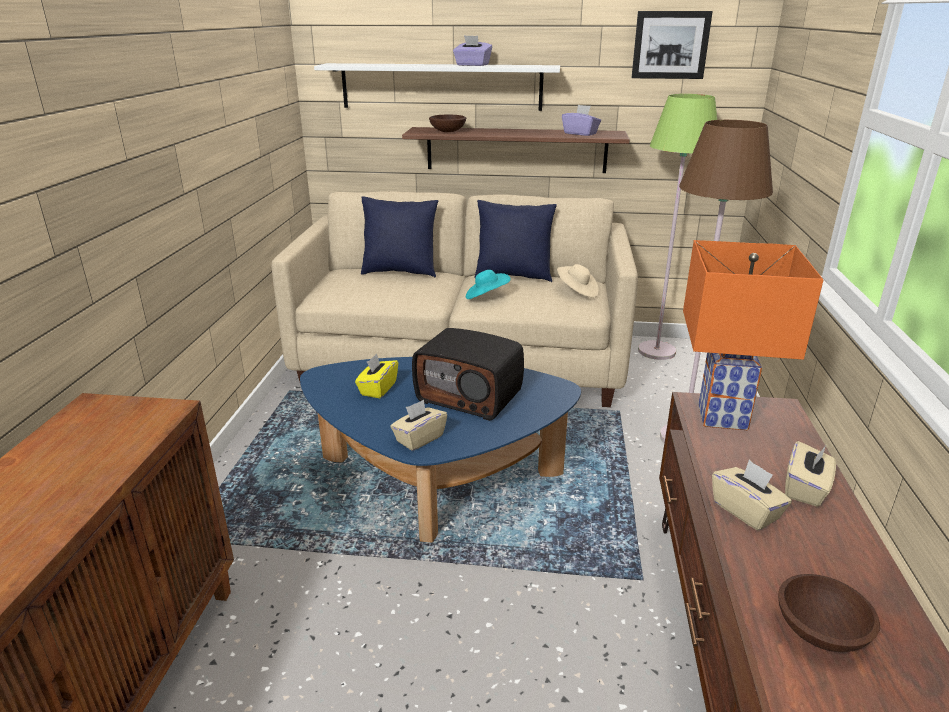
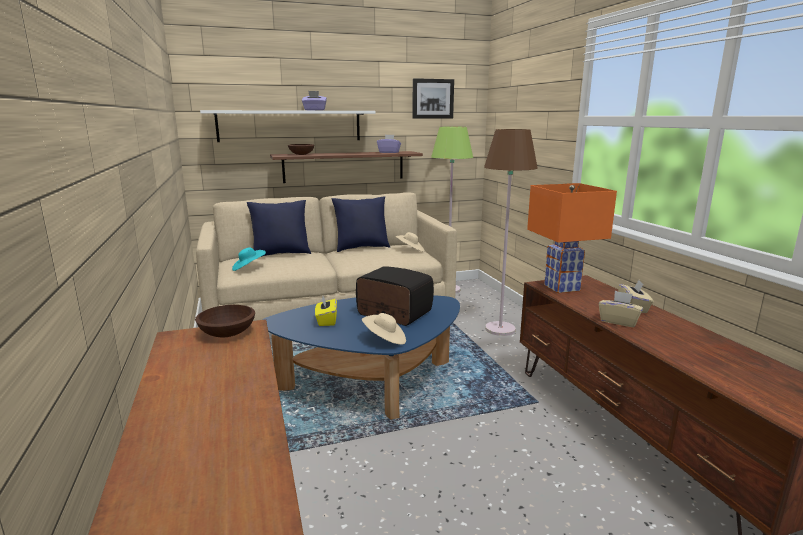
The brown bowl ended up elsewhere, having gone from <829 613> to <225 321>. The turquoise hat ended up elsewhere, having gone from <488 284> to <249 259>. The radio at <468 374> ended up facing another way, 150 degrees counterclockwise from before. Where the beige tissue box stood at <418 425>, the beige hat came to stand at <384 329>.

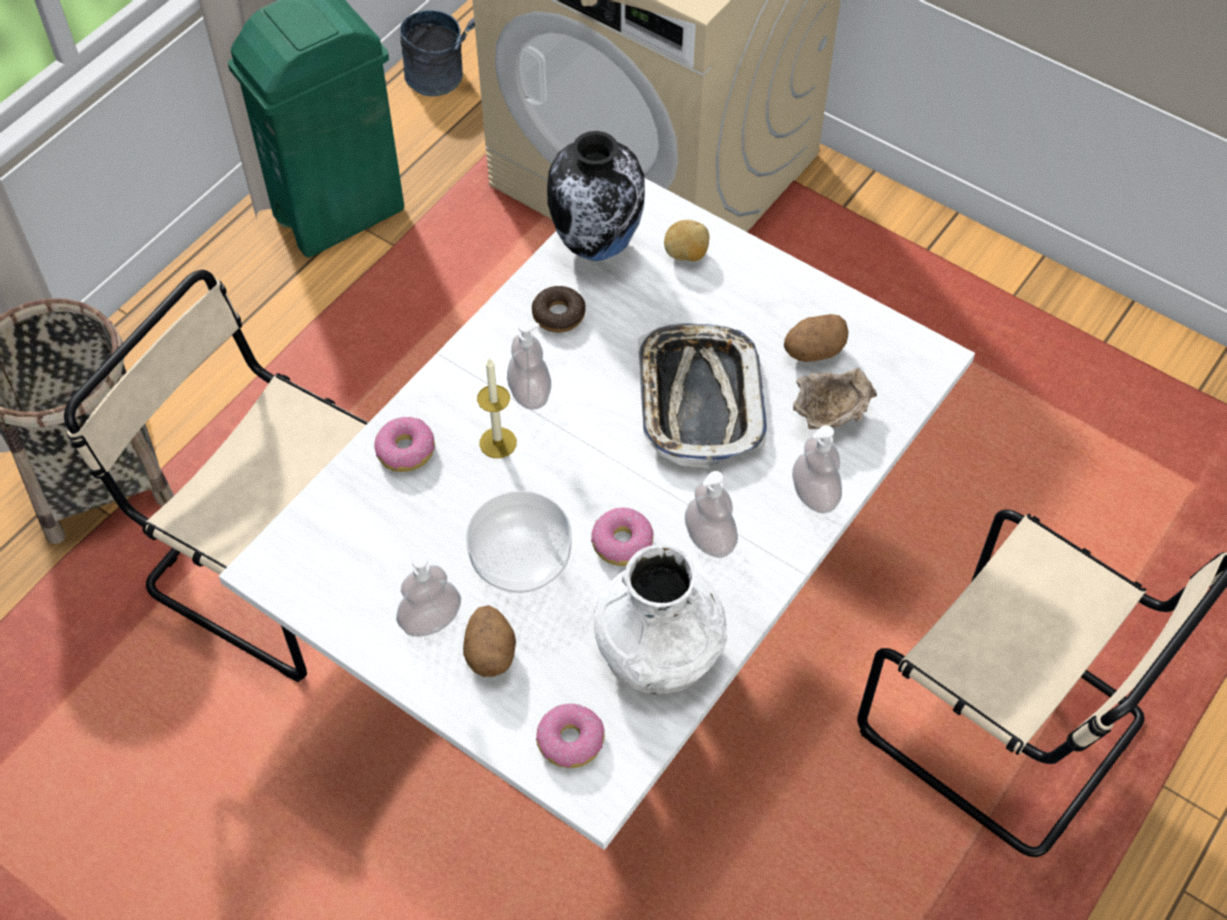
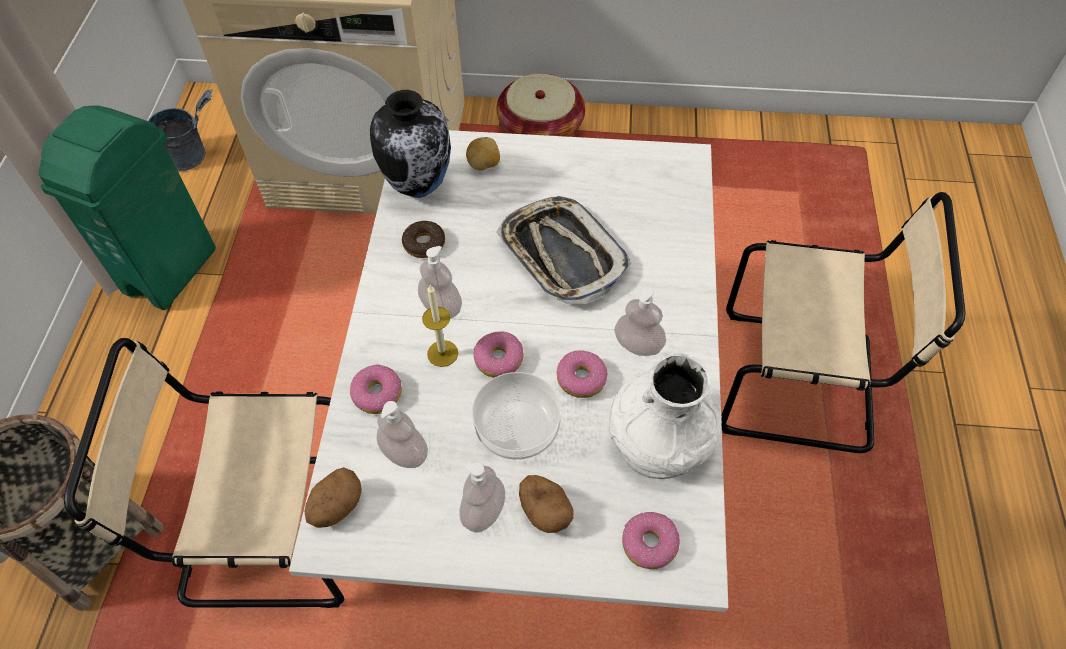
The potato ended up elsewhere, having gone from <816 338> to <333 497>. The soap dispenser ended up elsewhere, having gone from <817 469> to <402 434>. The second view gained the donut at <499 354>. The second view gained the basket at <541 105>. The second view lost the beige bowl at <835 398>.

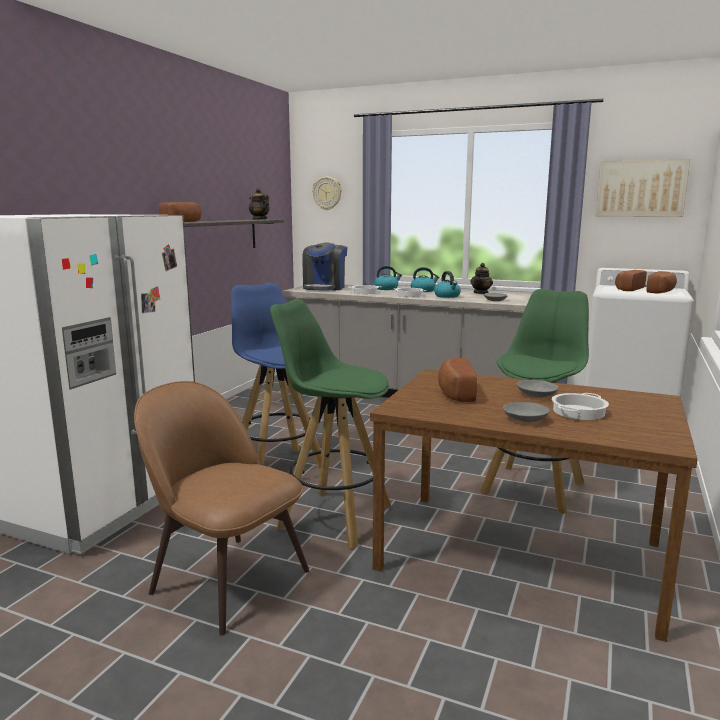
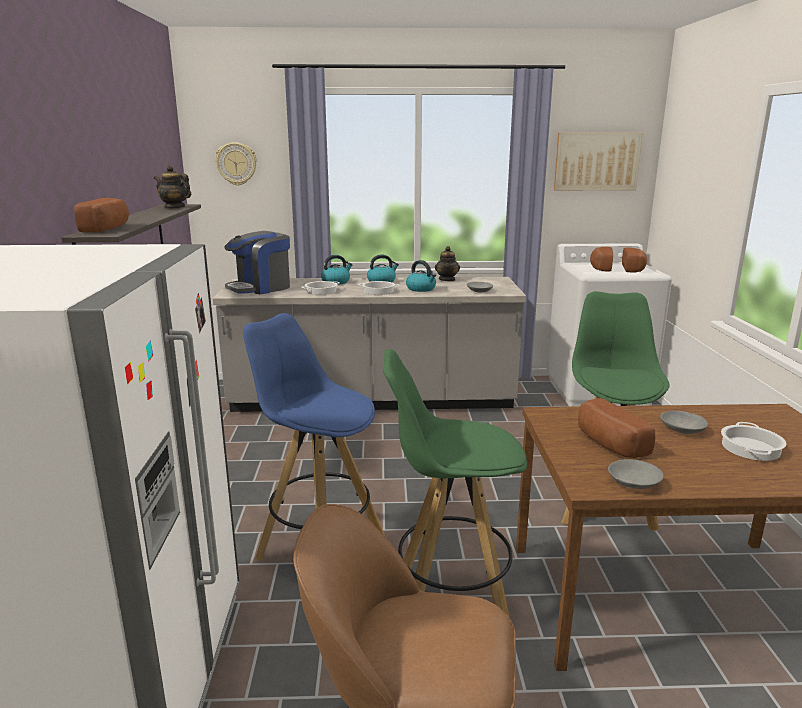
The coffee machine at <324 267> ended up facing another way, 60 degrees clockwise from before. The grey bowl ended up elsewhere, having gone from <526 412> to <636 474>.

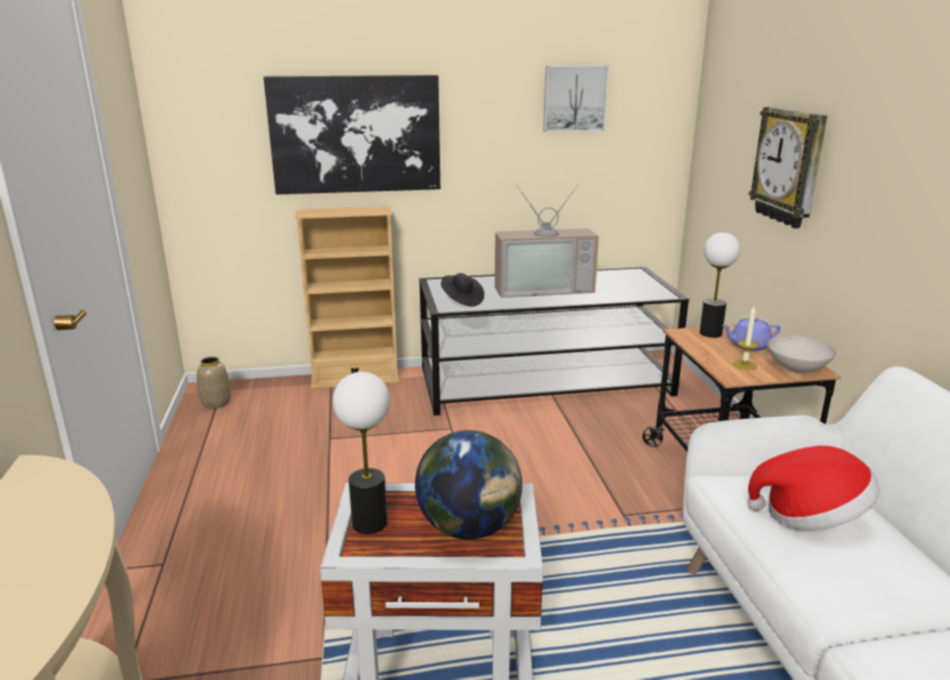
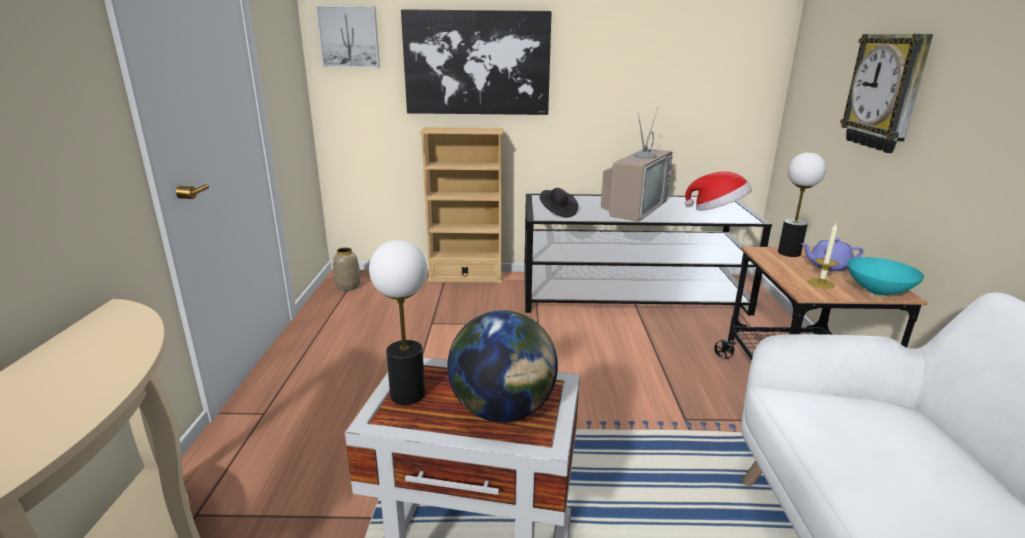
The picture ended up elsewhere, having gone from <576 99> to <348 37>. The television at <547 240> ended up facing another way, 60 degrees counterclockwise from before. The hat ended up elsewhere, having gone from <813 488> to <718 191>. What was the white bowl at <801 354> turned into the turquoise bowl at <885 276>.

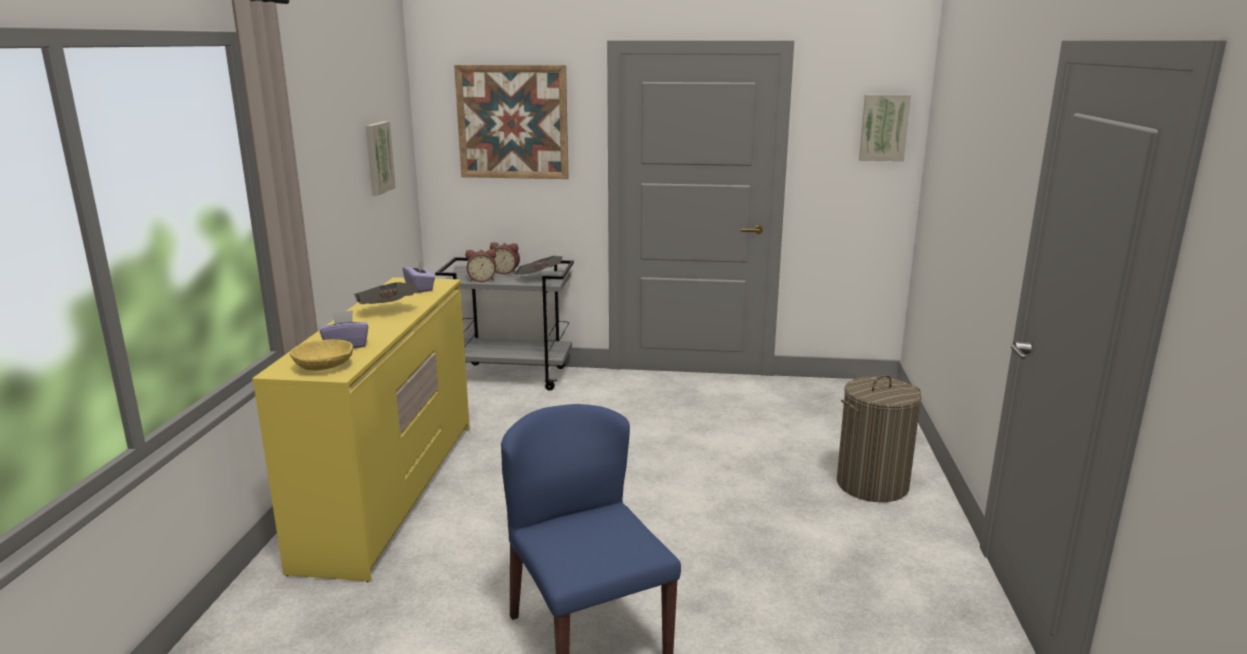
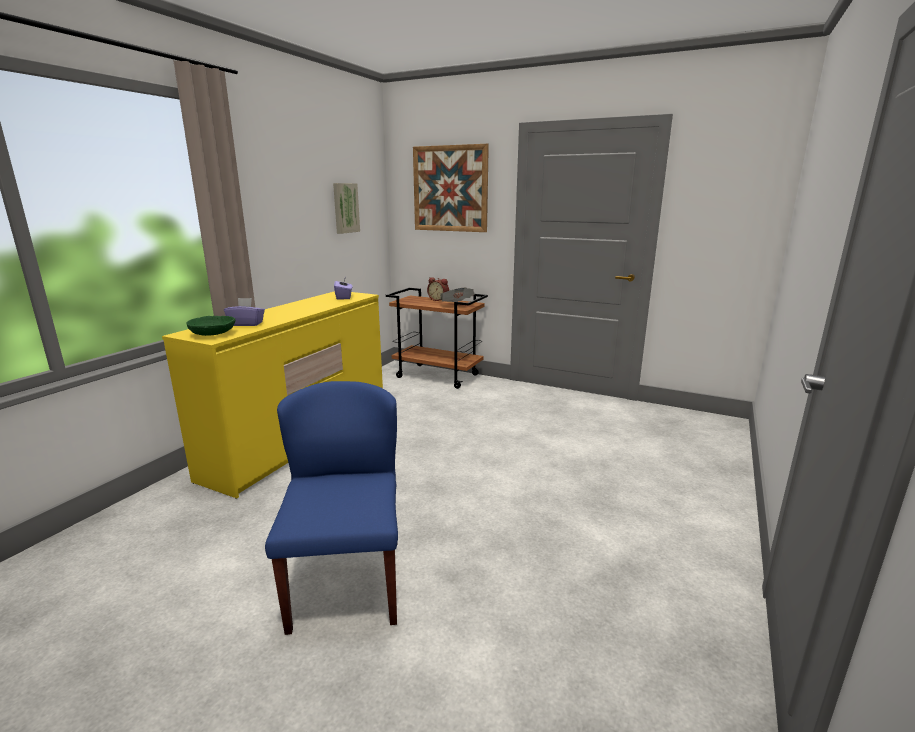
What was the yellow bowl at <321 355> turned into the green bowl at <211 326>. What was the grey cart at <504 324> turned into the brown cart at <437 338>. The second view lost the newspaper at <387 293>. The second view lost the alarm clock at <480 265>. The second view lost the laundry basket at <879 438>. The second view lost the picture at <885 128>.

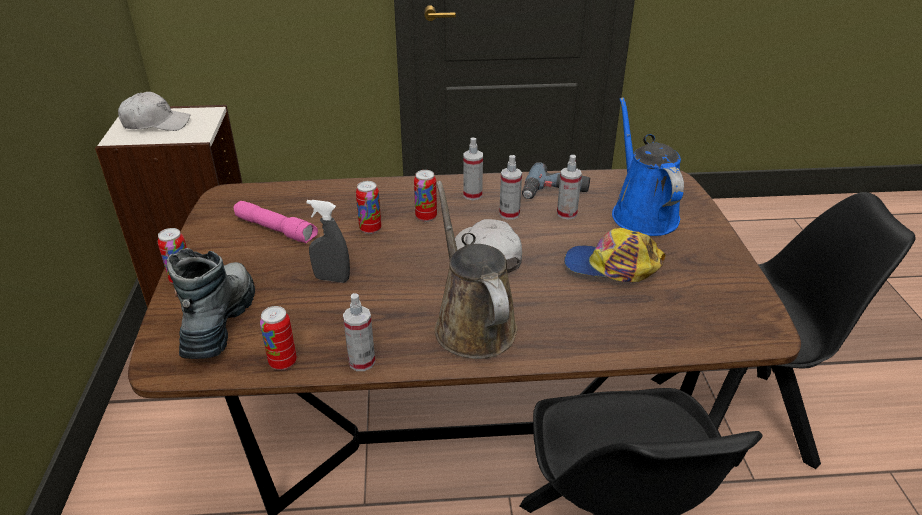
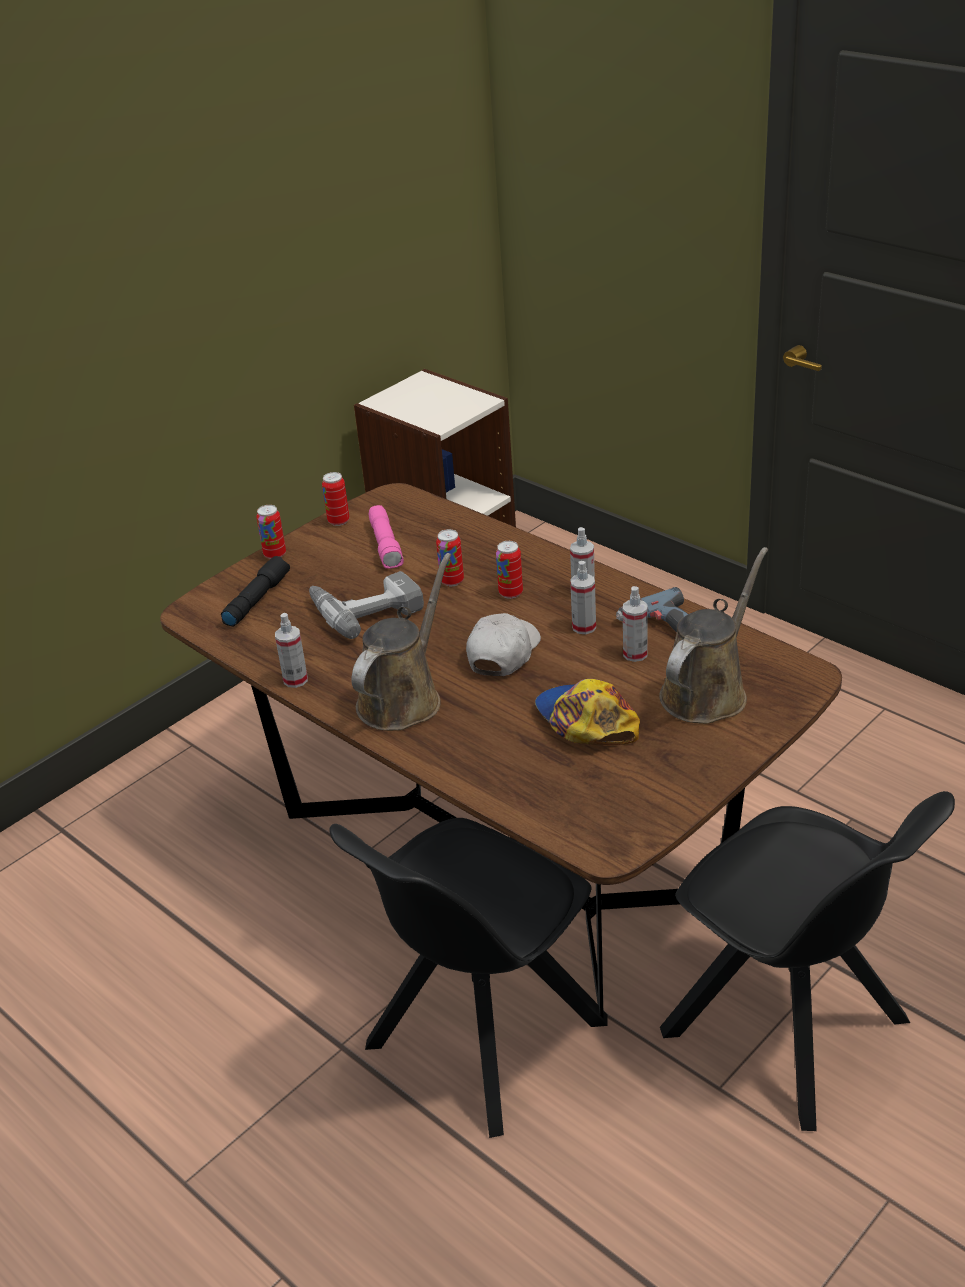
Where the boot stood at <211 303>, the black flashlight came to stand at <255 591>. Where the grey spray bottle stood at <328 241>, the power drill came to stand at <366 605>. The can ended up elsewhere, having gone from <278 338> to <336 499>. What was the blue watering can at <648 166> turned into the brown watering can at <713 635>. The second view lost the white cap at <154 111>.

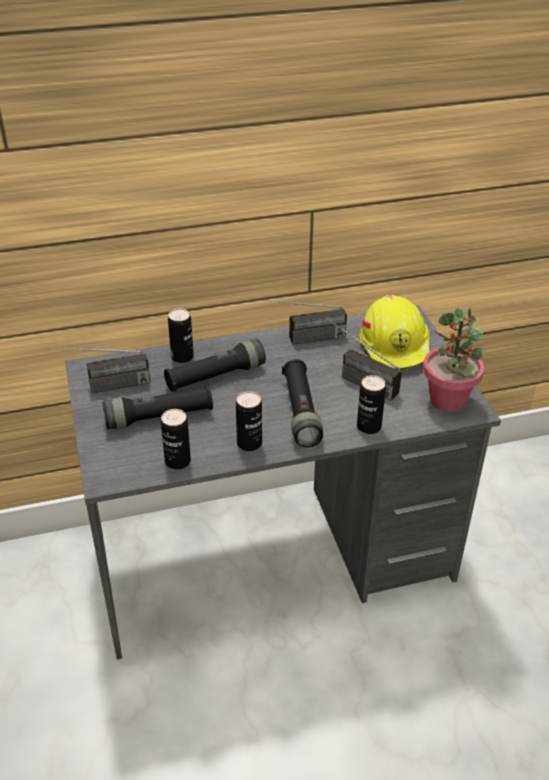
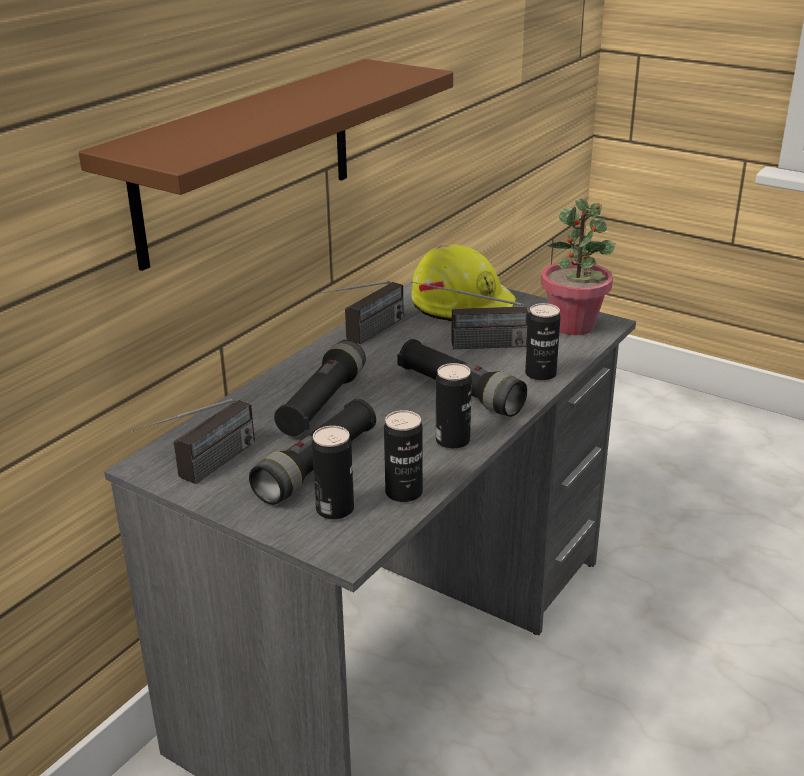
The second view gained the brown shelf at <266 165>. The can ended up elsewhere, having gone from <181 336> to <333 473>.

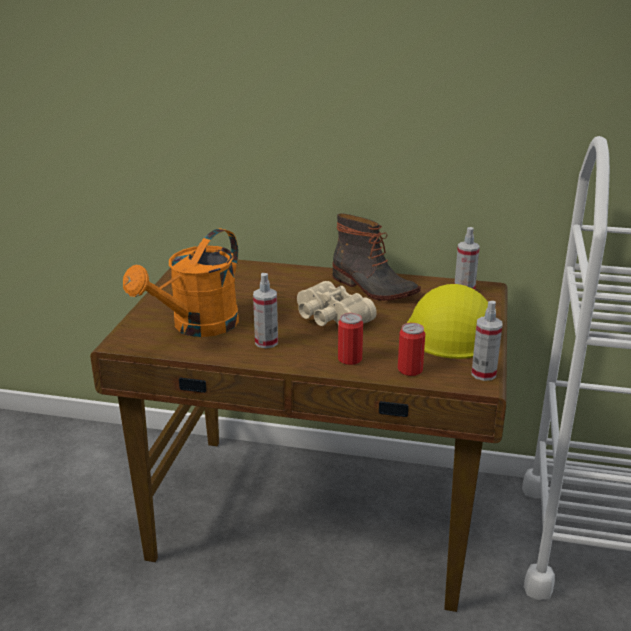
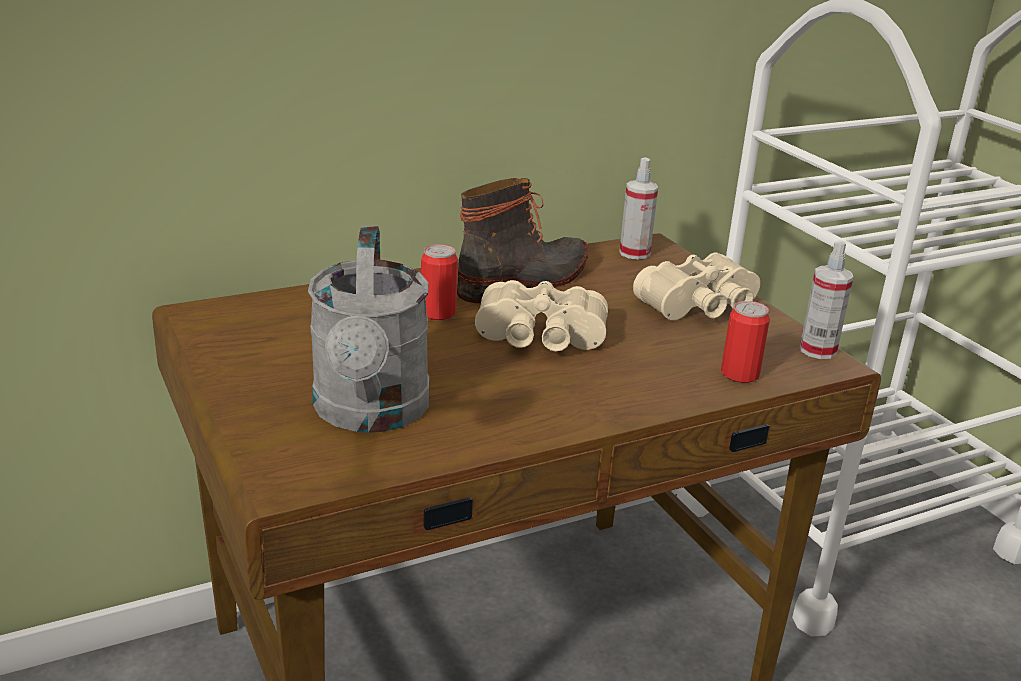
What was the orange watering can at <181 282> turned into the grey watering can at <368 329>. The can ended up elsewhere, having gone from <350 339> to <439 282>. The boot at <377 257> ended up facing another way, 45 degrees counterclockwise from before. Where the yellow hard hat stood at <447 321>, the beige binoculars came to stand at <696 286>. The second view lost the spray bottle at <265 310>.

